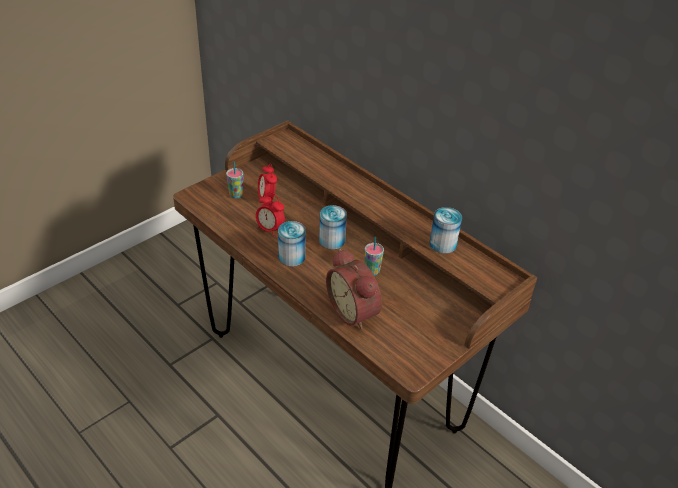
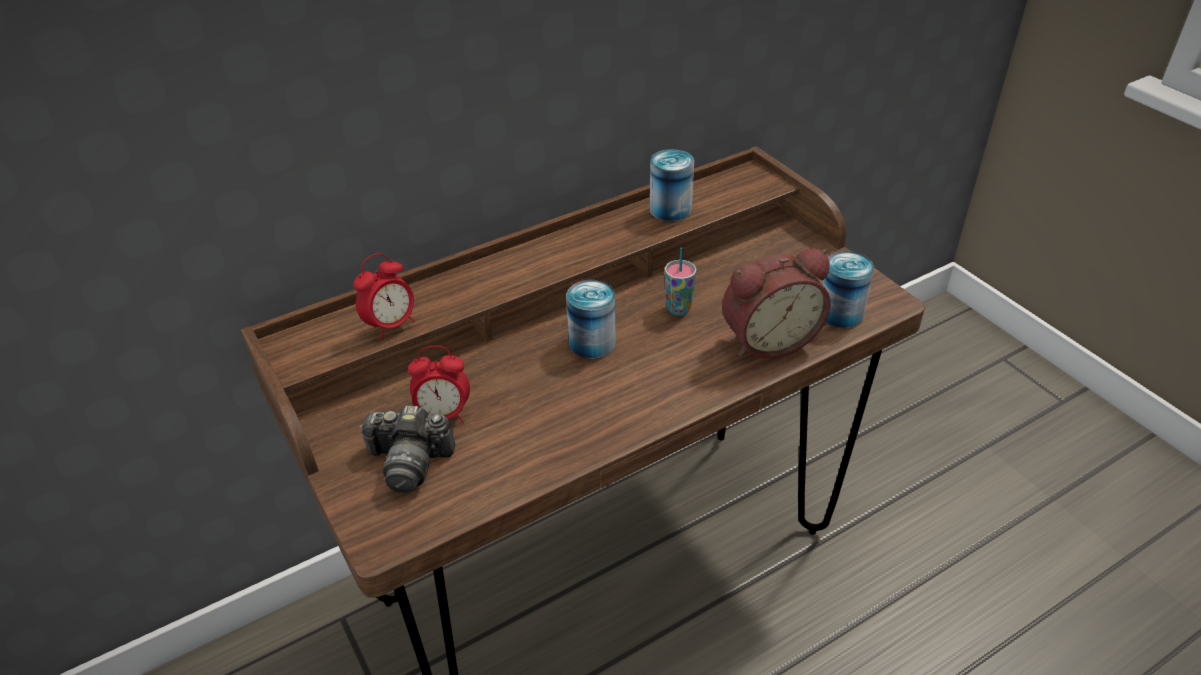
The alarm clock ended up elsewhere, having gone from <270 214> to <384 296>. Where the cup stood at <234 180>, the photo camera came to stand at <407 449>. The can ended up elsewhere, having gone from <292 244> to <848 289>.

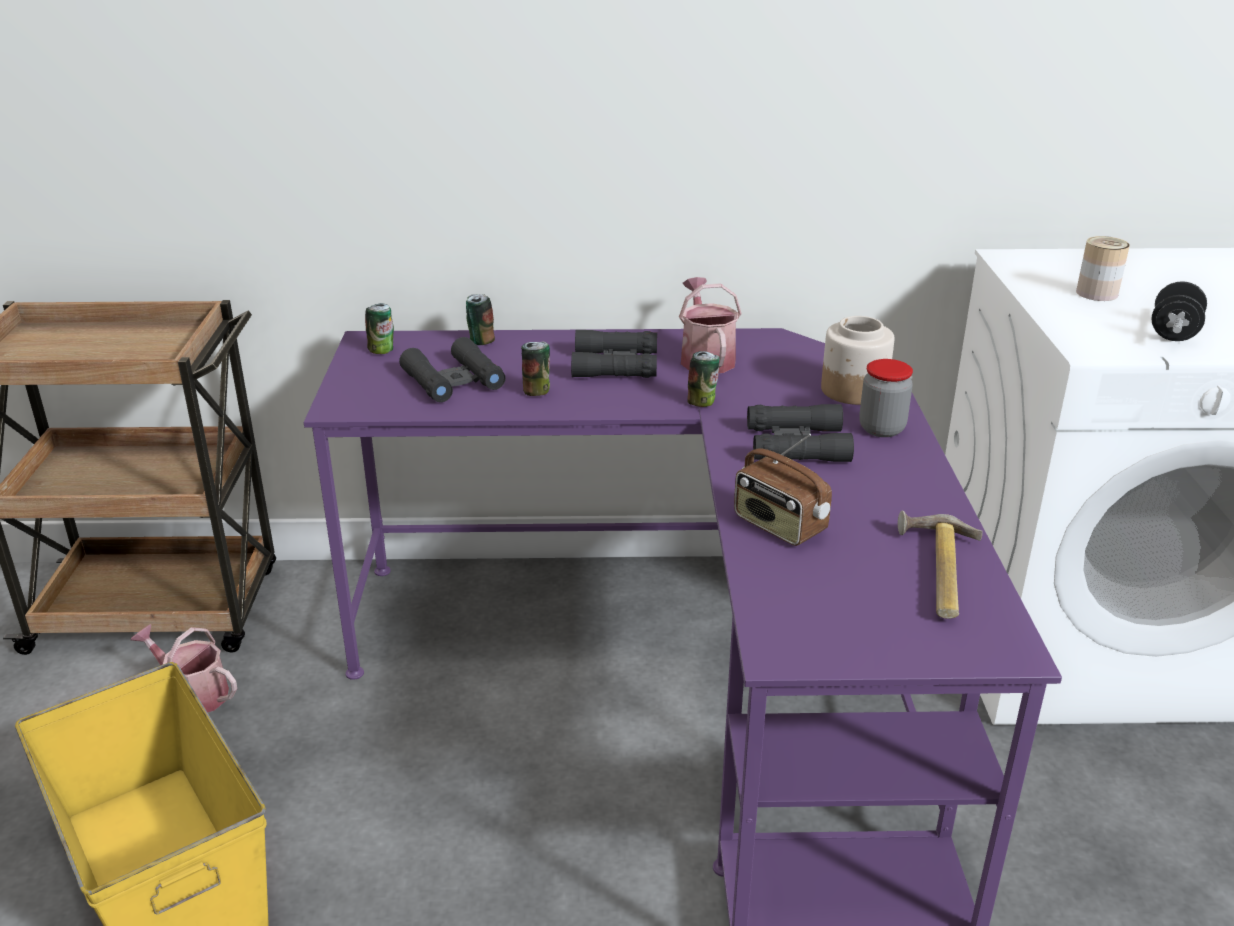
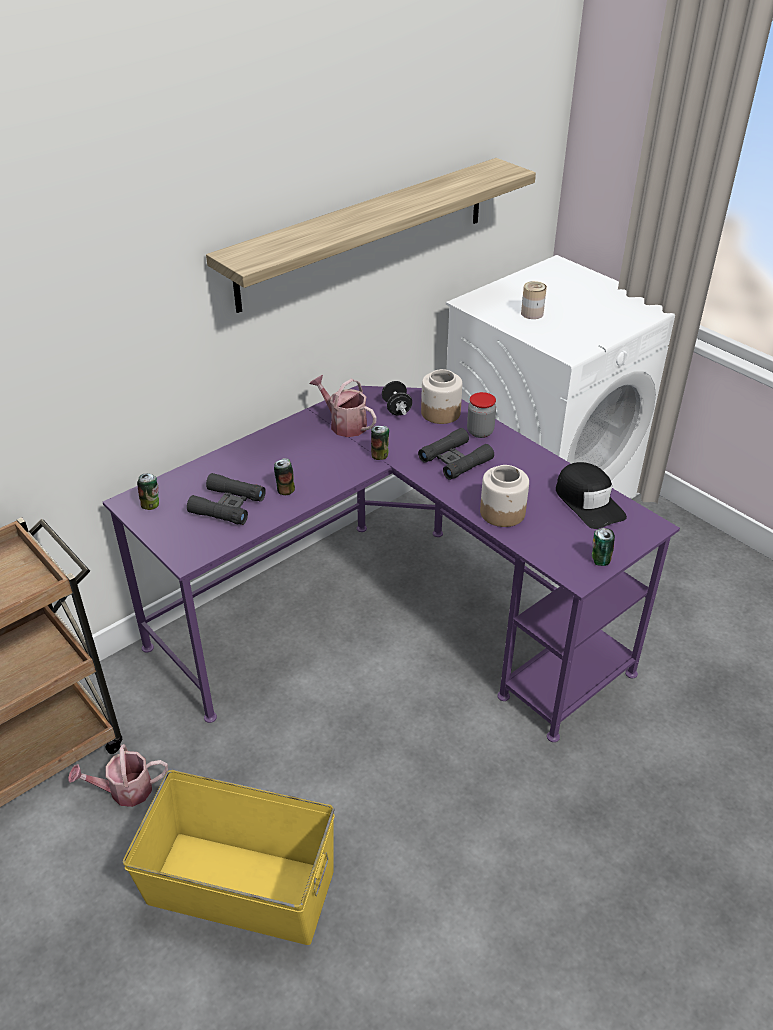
The second view gained the shelf at <371 235>. The black dumbbell ended up elsewhere, having gone from <1179 311> to <397 398>. Where the radio stood at <783 489>, the jar came to stand at <504 496>. Where the hammer stood at <940 564>, the black cap came to stand at <591 495>. The can ended up elsewhere, having gone from <480 319> to <603 547>. The second view lost the black binoculars at <614 354>.

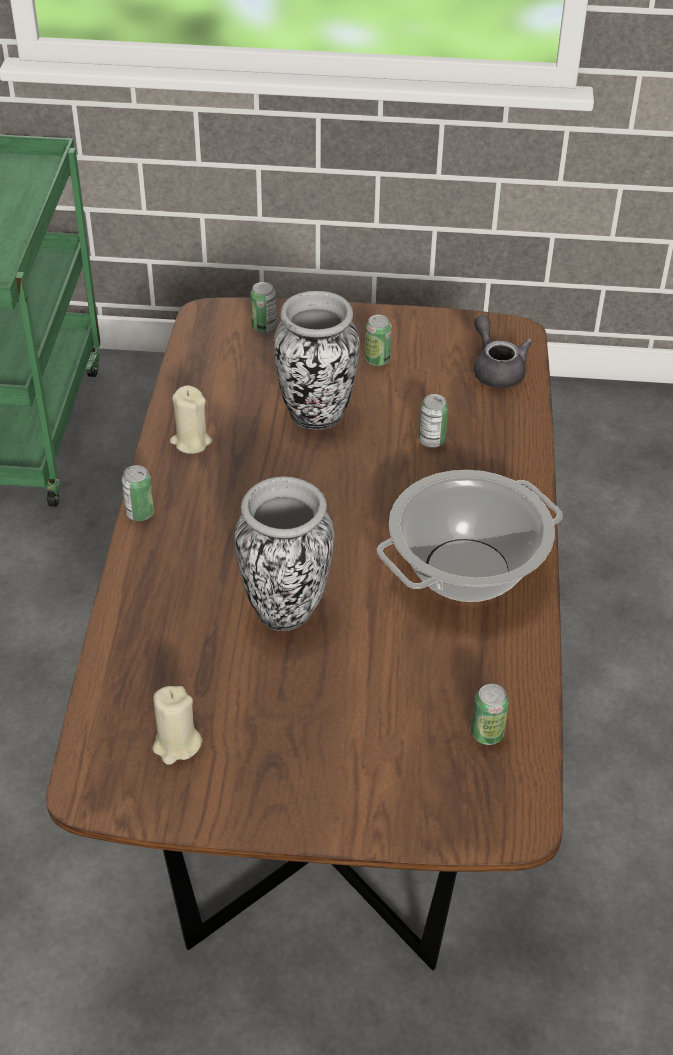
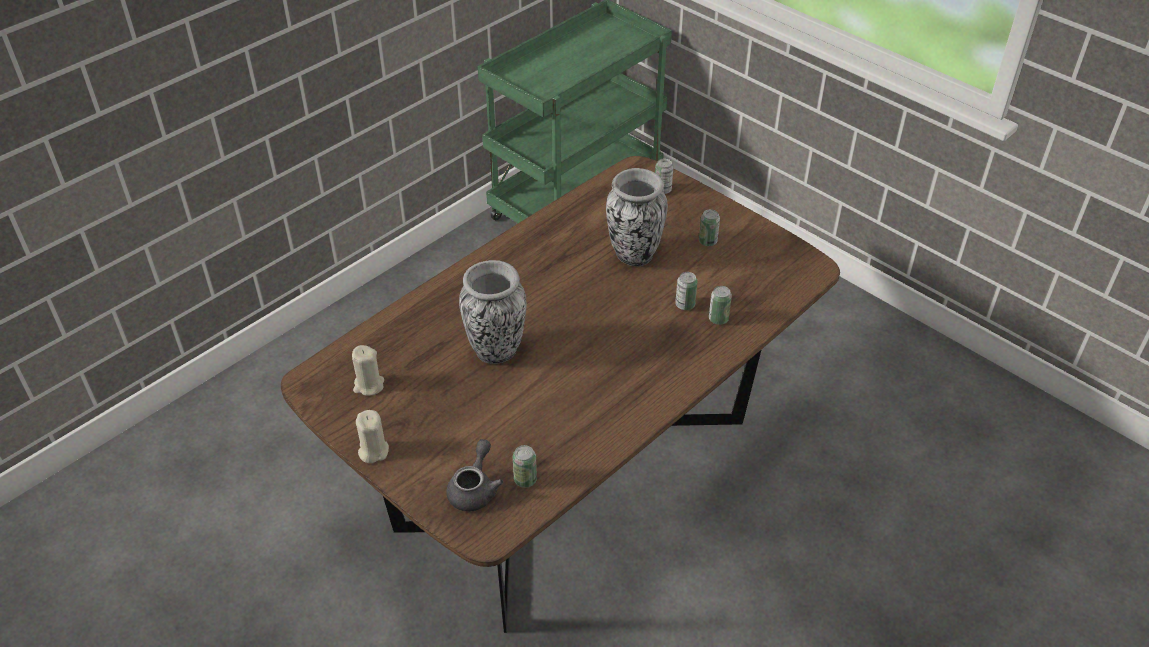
The beige candle ended up elsewhere, having gone from <191 419> to <372 436>. The grey teapot ended up elsewhere, having gone from <503 351> to <474 475>. The can ended up elsewhere, having gone from <138 493> to <720 305>. The second view lost the cooking pot at <470 536>.

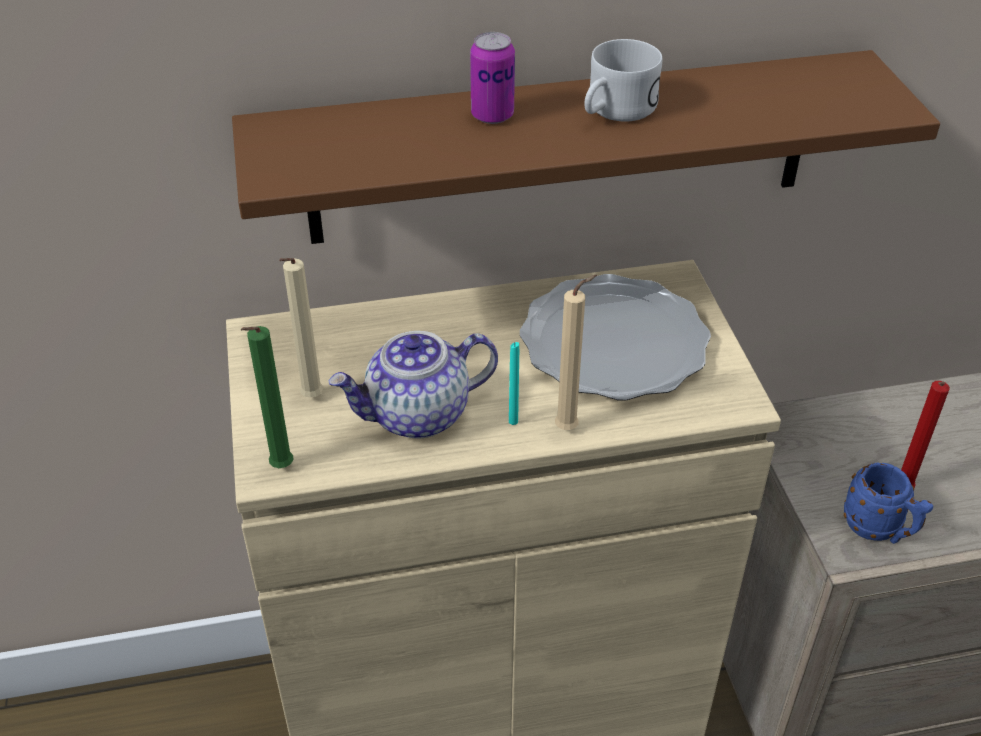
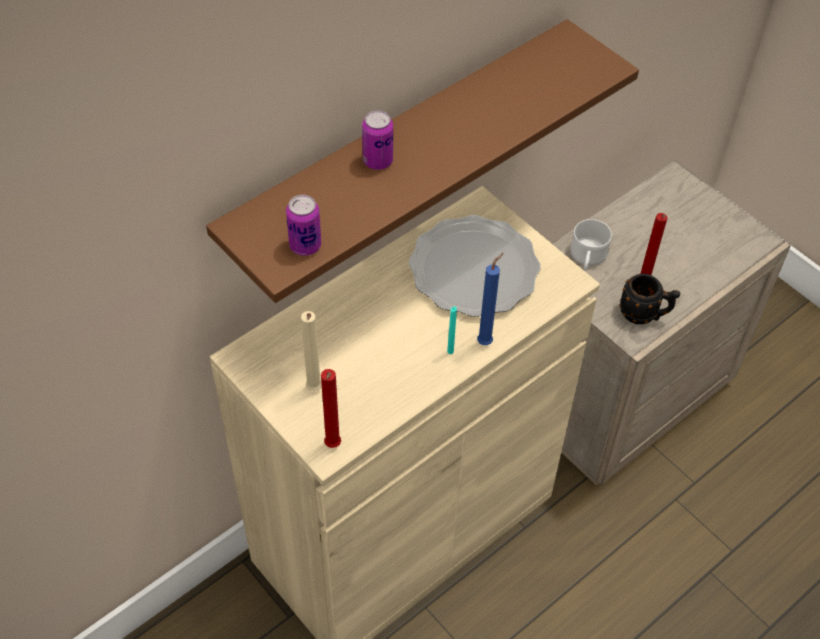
The second view gained the can at <303 225>. What was the green candle at <267 397> turned into the red candle at <331 408>. What was the beige candle at <576 352> turned into the blue candle at <490 299>. The white mug ended up elsewhere, having gone from <623 80> to <591 244>. What was the blue mug at <888 503> turned into the black mug at <649 298>. The second view lost the teapot at <413 385>.

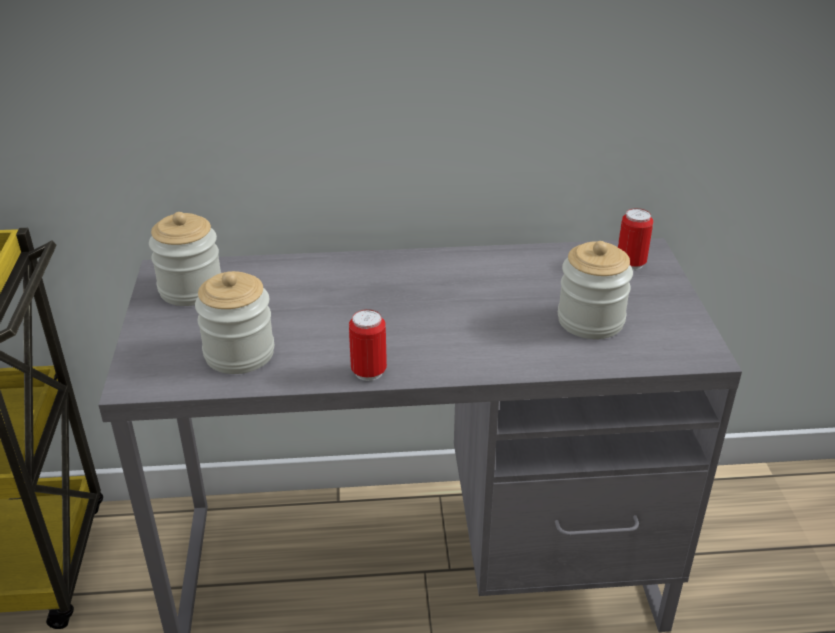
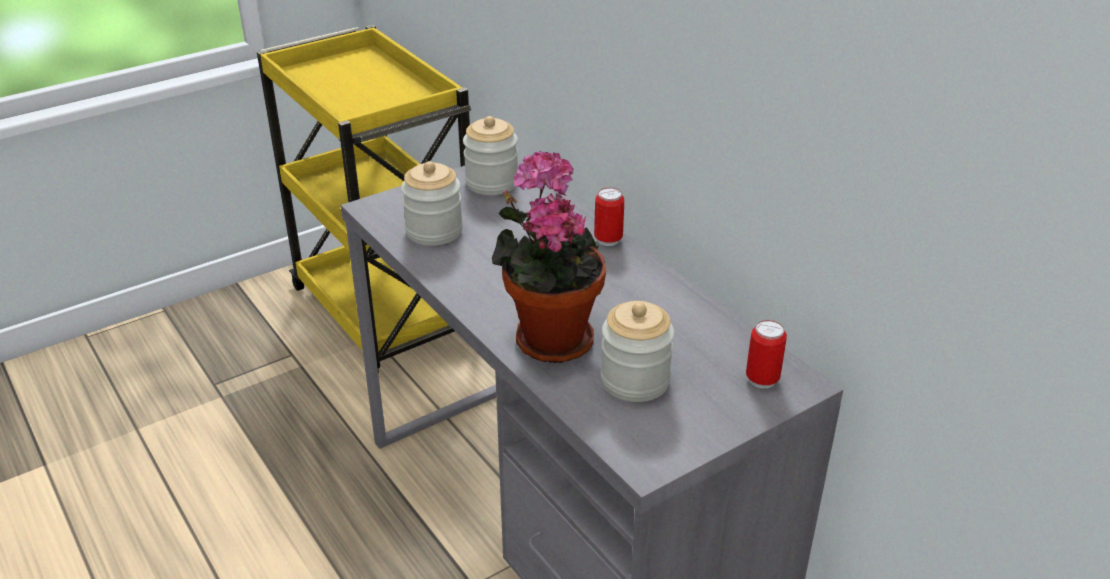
The second view gained the potted plant at <549 257>. The can ended up elsewhere, having gone from <368 345> to <609 217>.

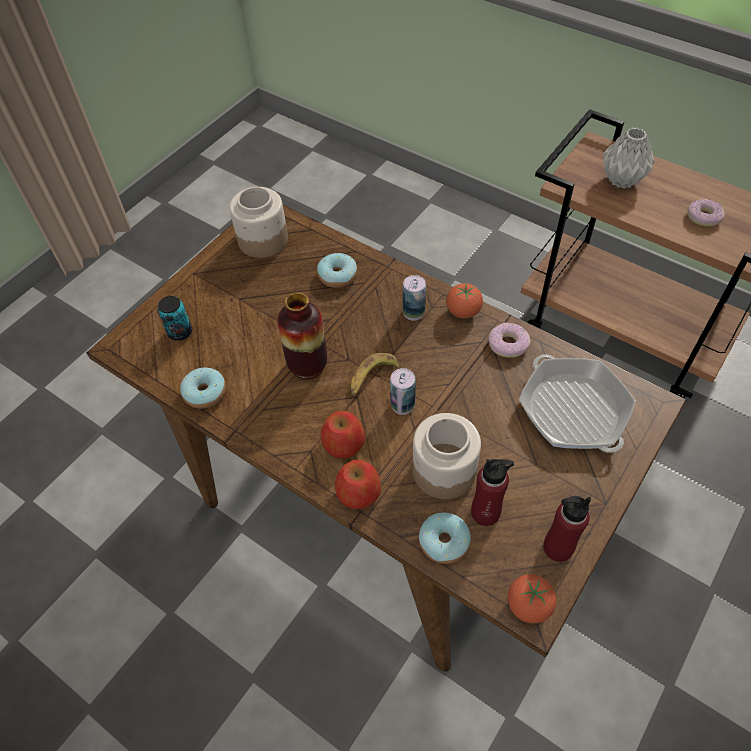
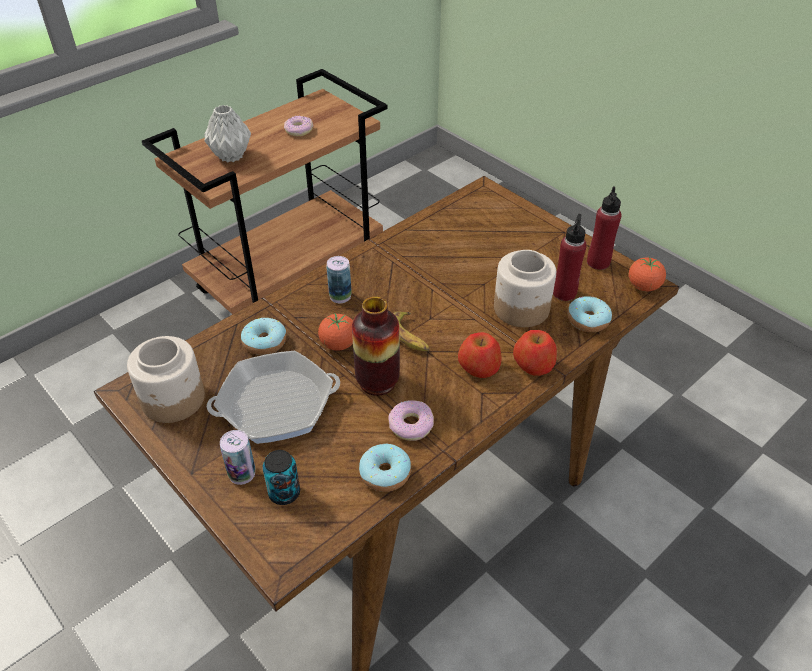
The frying pan ended up elsewhere, having gone from <577 403> to <273 397>. The can ended up elsewhere, having gone from <403 391> to <237 457>. The tomato ended up elsewhere, having gone from <464 301> to <335 332>. The donut ended up elsewhere, having gone from <509 340> to <411 420>.

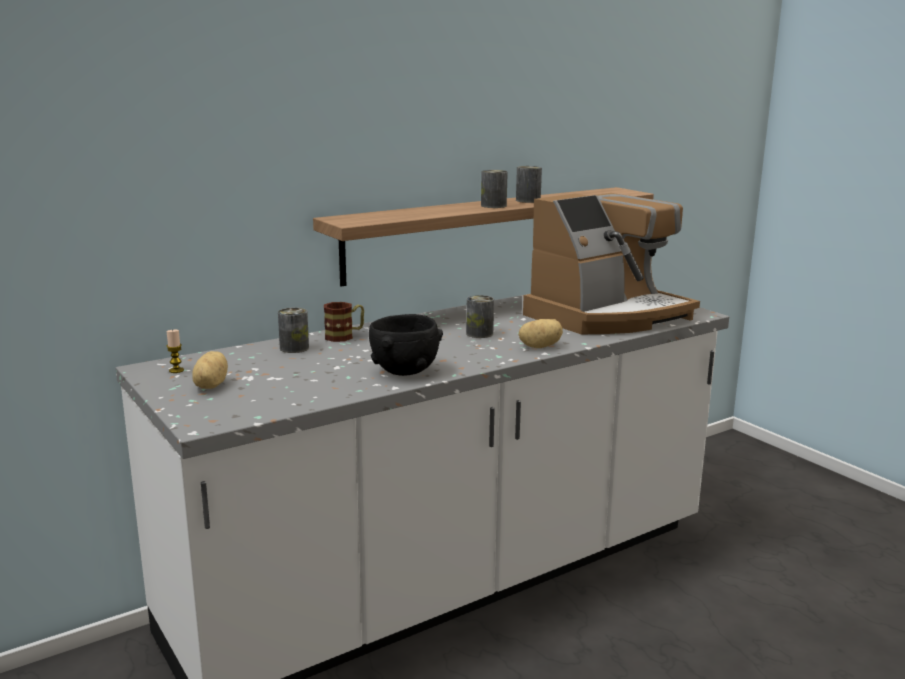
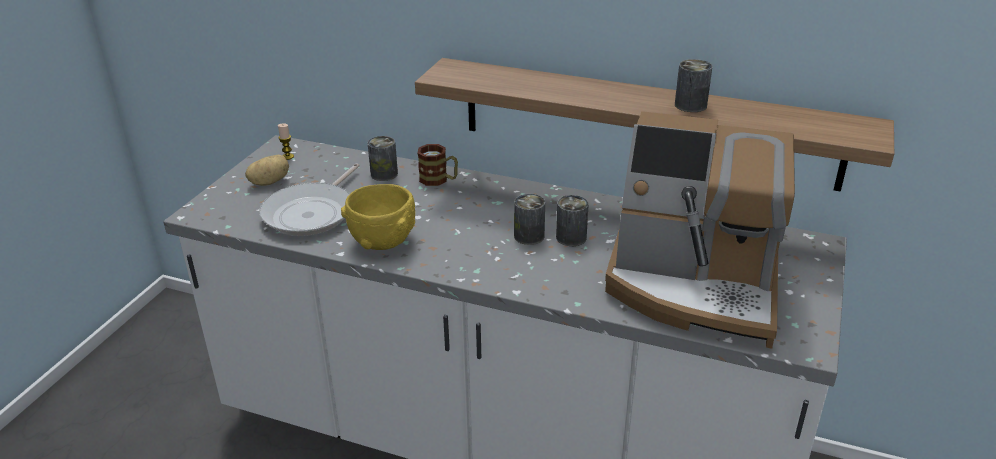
The second view gained the frying pan at <309 199>. What was the black bowl at <406 345> turned into the yellow bowl at <378 217>. The can ended up elsewhere, having gone from <494 189> to <572 220>. The second view lost the potato at <541 333>.

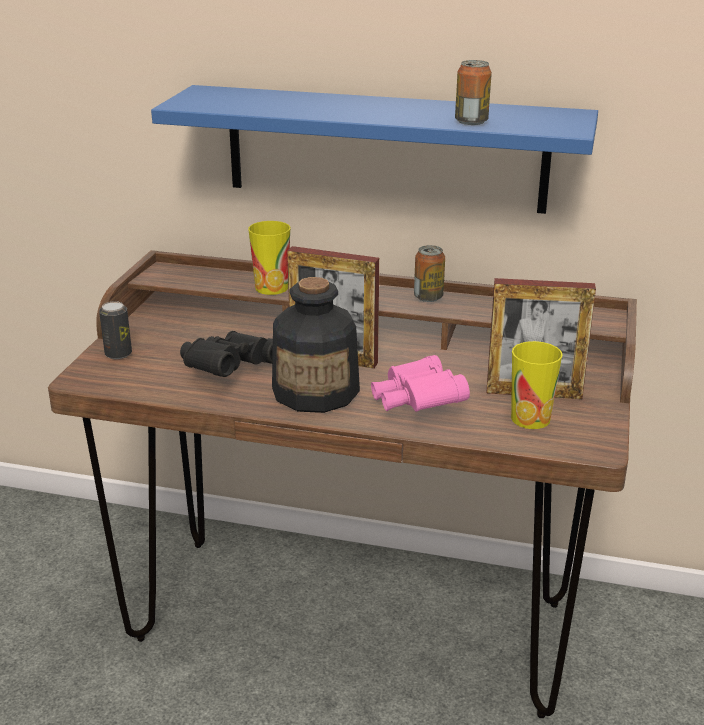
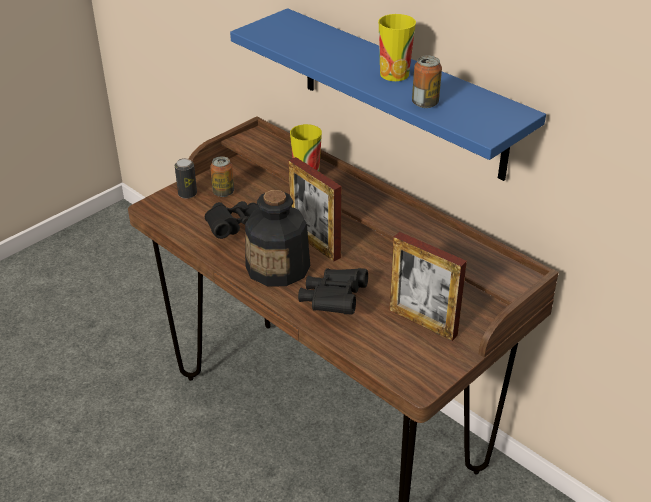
The can ended up elsewhere, having gone from <429 273> to <222 176>. What was the pink binoculars at <420 383> turned into the black binoculars at <333 291>. The cup ended up elsewhere, having gone from <537 385> to <397 47>.

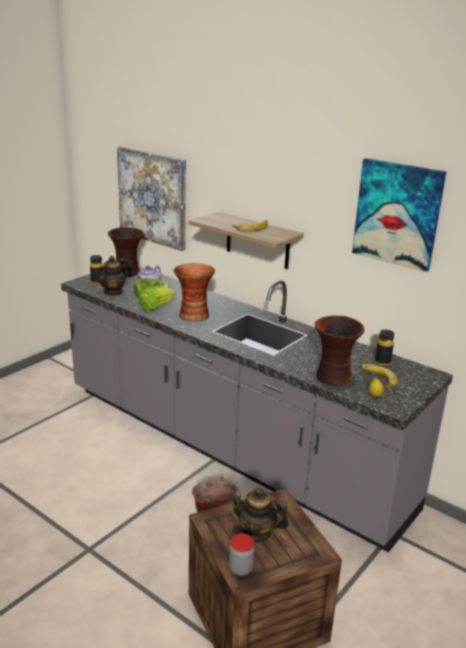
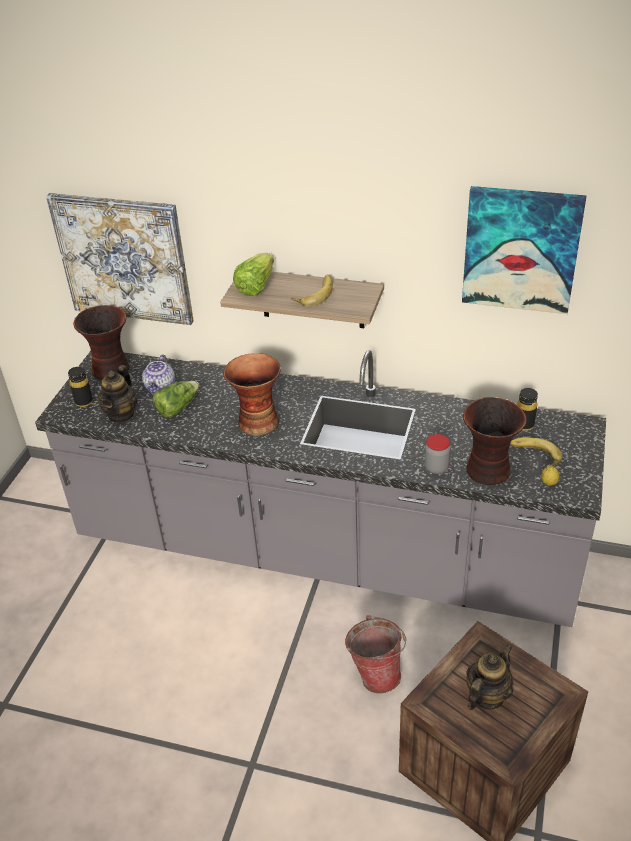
The lettuce ended up elsewhere, having gone from <157 299> to <253 274>. The jar ended up elsewhere, having gone from <242 554> to <437 454>. The teapot at <259 515> ended up facing another way, 135 degrees clockwise from before.

